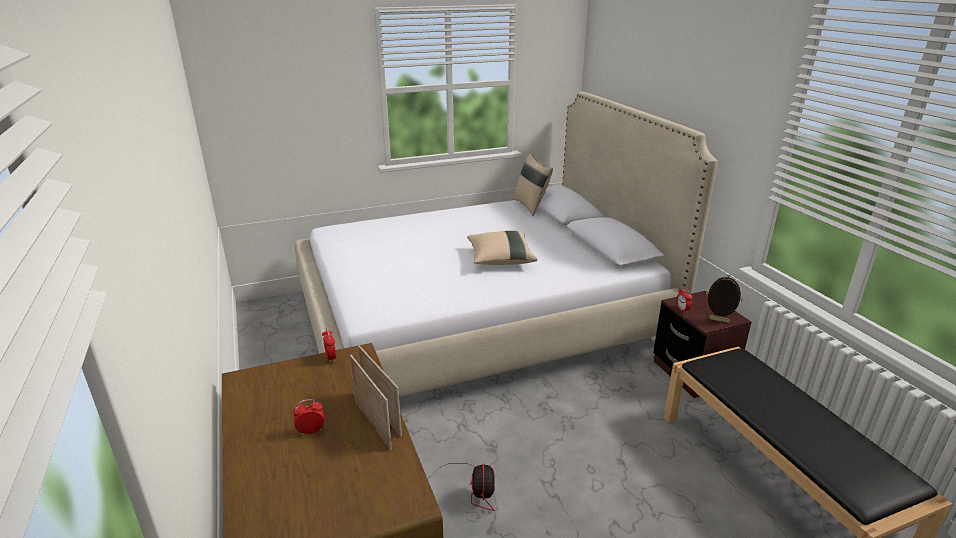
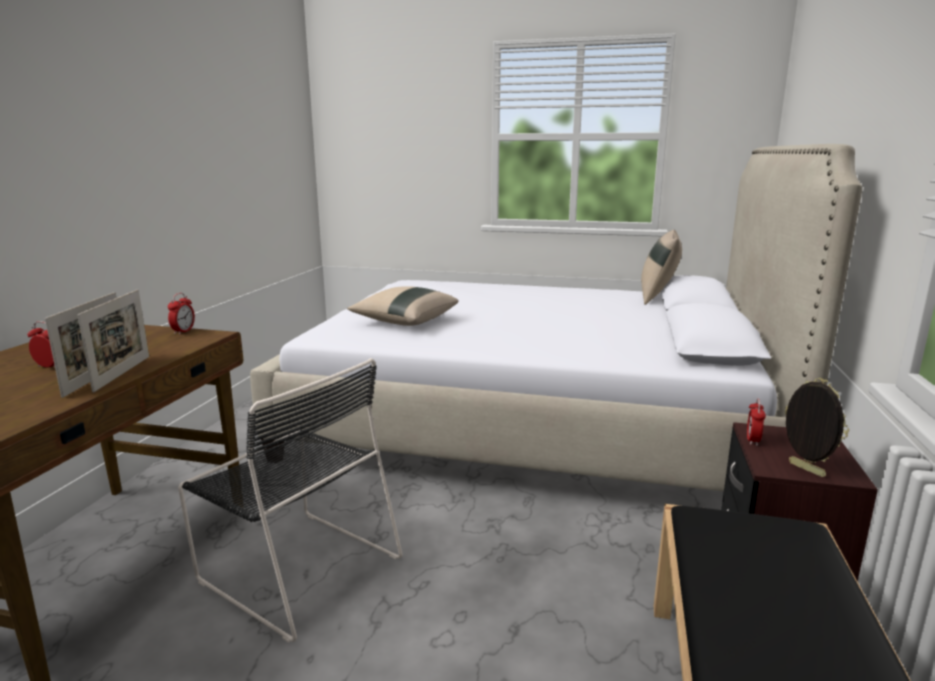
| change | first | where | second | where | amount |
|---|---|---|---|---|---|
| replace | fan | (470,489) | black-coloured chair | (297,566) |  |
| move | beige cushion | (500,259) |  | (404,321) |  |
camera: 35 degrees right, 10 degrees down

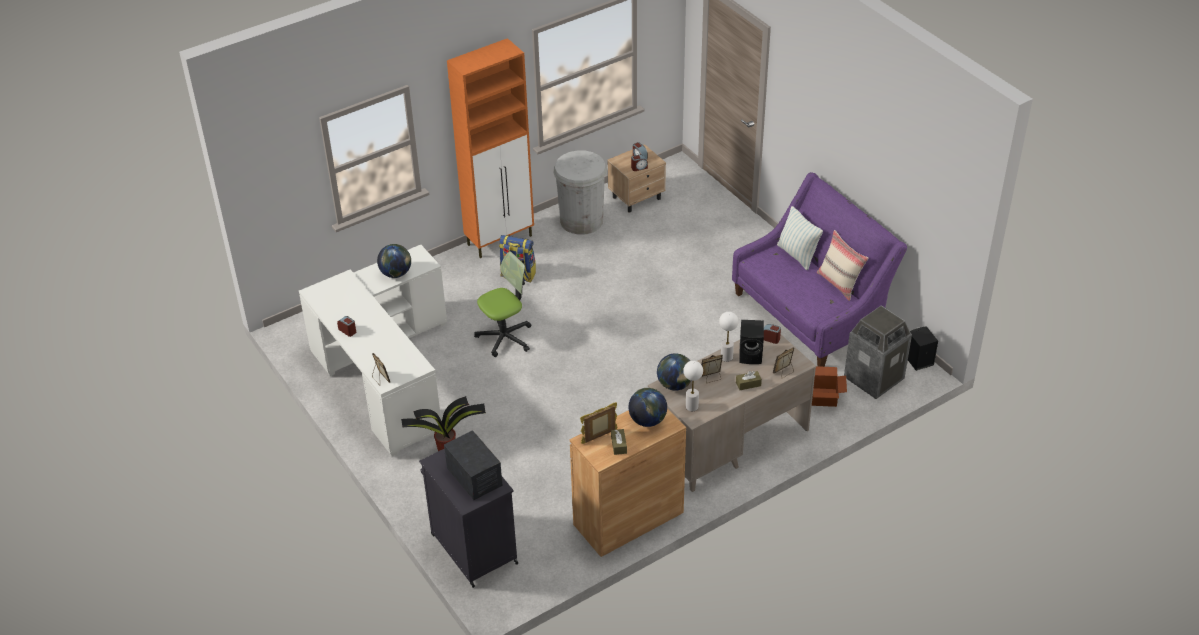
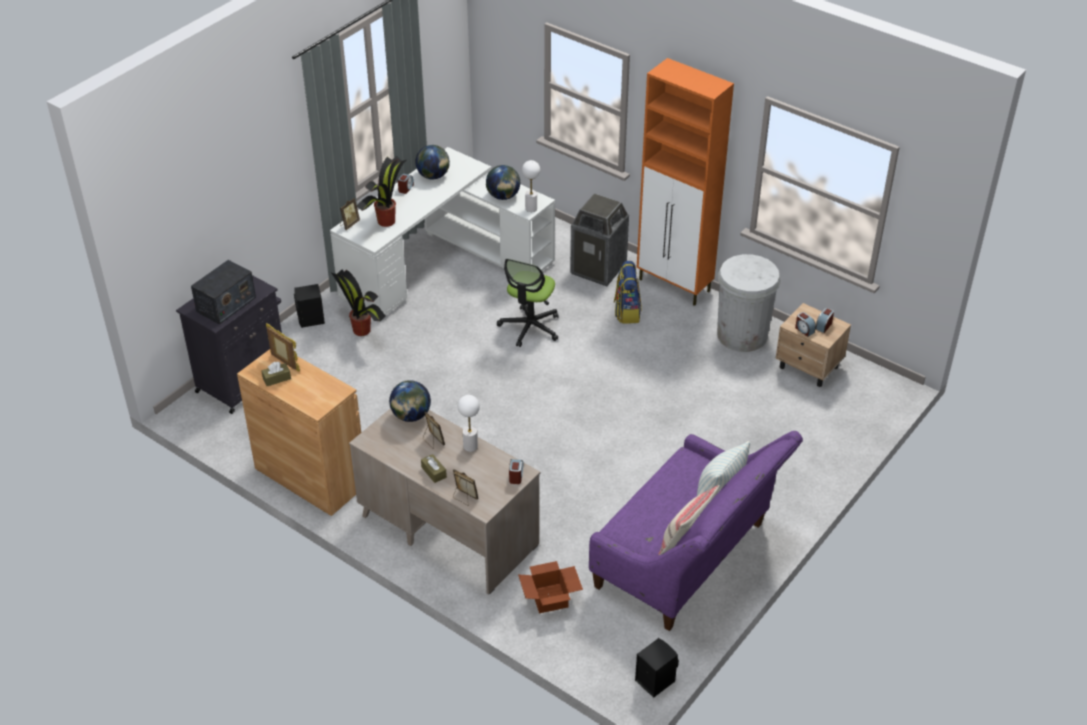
| change | first | where | second | where | amount |
|---|---|---|---|---|---|
| move | black-coloured loudspeaker | (751,355) |  | (311,320) |  |
| insert |  |  | plant in a pot | (385,222) |  |
| move | globe | (647,420) |  | (433,176) |  |
| rotate | office chair | (505,337) |  | (530,327) | 75 degrees clockwise |
| move | whitish lamp for a table | (691,406) |  | (531,208) |  |
| move | rubbish bin | (874,378) |  | (599,269) |  |
camera: 70 degrees right, 0 degrees up

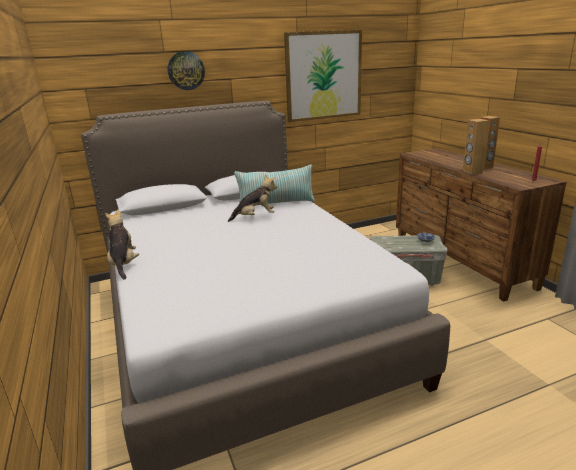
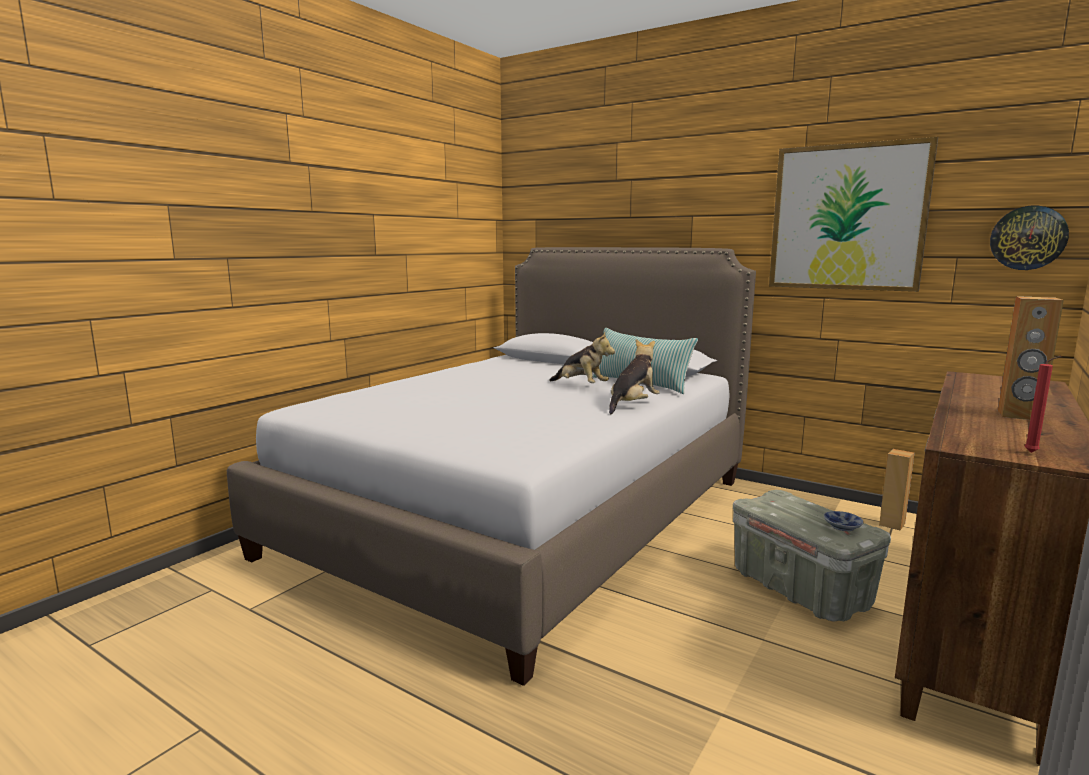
| change | first | where | second | where | amount |
|---|---|---|---|---|---|
| move | cuddly toy | (124,264) |  | (632,405) |  |
| move | brown loudspeaker | (472,172) |  | (891,524) |  |
| move | hanging clock | (186,70) |  | (1028,238) |  |
camera: 55 degrees right, 10 degrees down

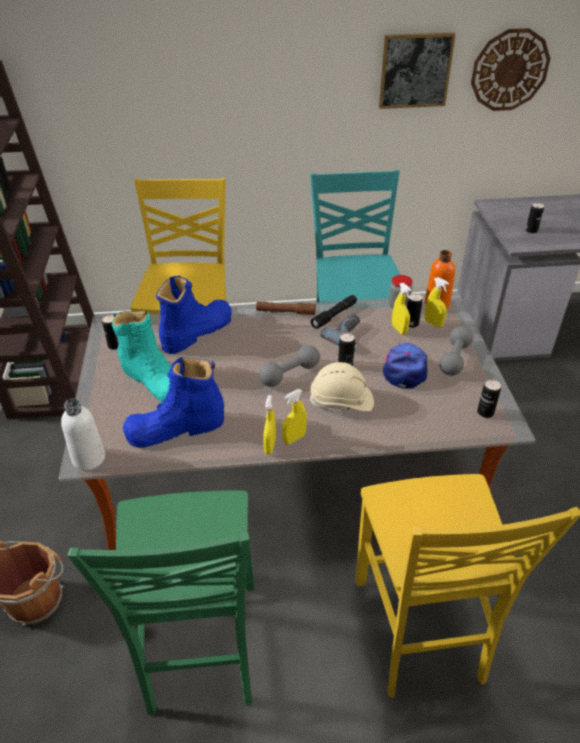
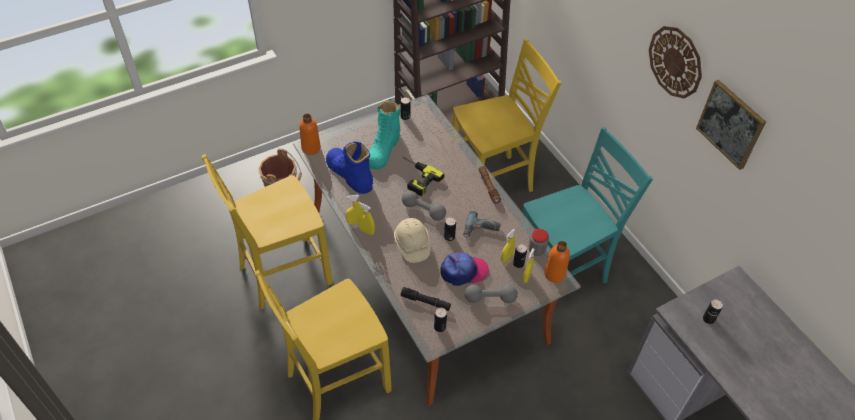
| change | first | where | second | where | amount |
|---|---|---|---|---|---|
| recolor | green-coloured chair | (200,648) | yellow chair | (282,274) |  |
| recolor | whitish beverage bottle | (89,458) | orange-coloured beverage bottle | (311,148) |  |
| move | black-coloured hand torch | (334,315) |  | (425,302) |  |
| insert |  |  | electric drill | (415,178) |  |
| move | hanging clock | (509,70) |  | (675,62) |  |
| delete | blue tall boot | (197,332) |  |  |  |
camera: 65 degrees right, 10 degrees up

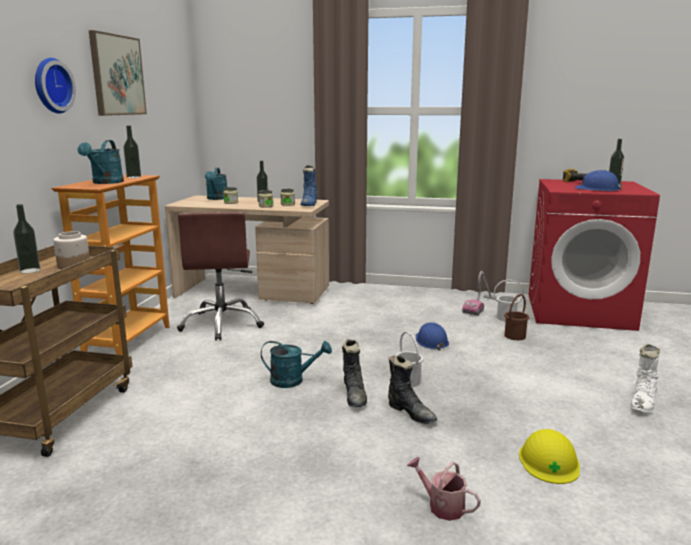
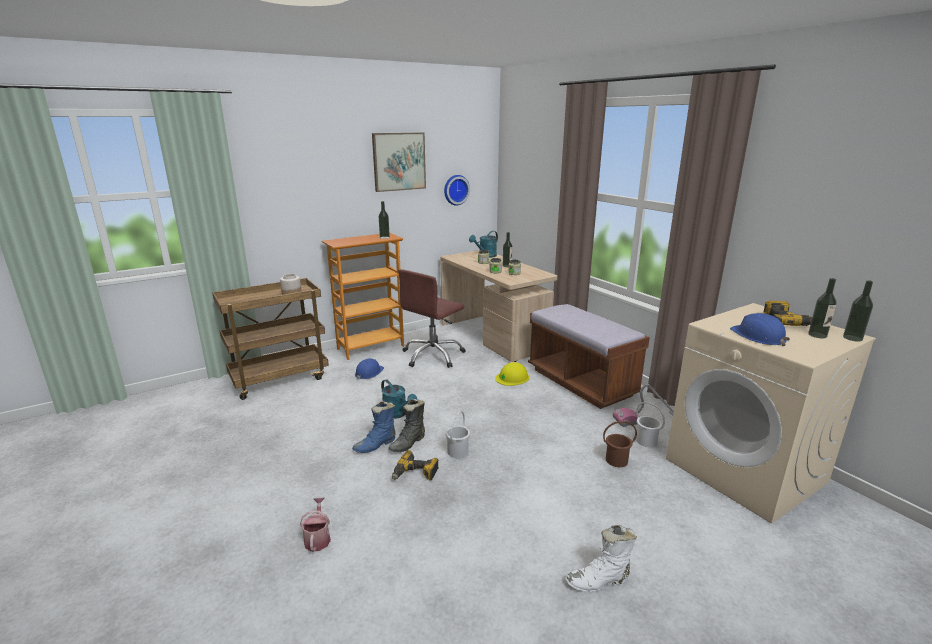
| change | first | where | second | where | amount |
|---|---|---|---|---|---|
| move | blue tall boot | (309,204) |  | (376,445) |  |
| move | blue safety helmet | (431,341) |  | (369,373) |  |
| replace | black-coloured tall boot | (411,413) | electric drill | (415,474) |  |
| move | hanging clock | (51,86) |  | (455,190) |  |
| move | yellow safety helmet | (549,461) |  | (512,377) |  |
| insert |  |  | brown bench | (581,382) |  |
| recolor | red laundry appliance | (579,311) | beige laundry appliance | (746,470) |  |
| move | beverage bottle | (30,270) |  | (852,338) |  |
| delete | turquoise-coloured sprinkling can | (105,182) |  |  |  |
camera: 45 degrees right, 5 degrees up

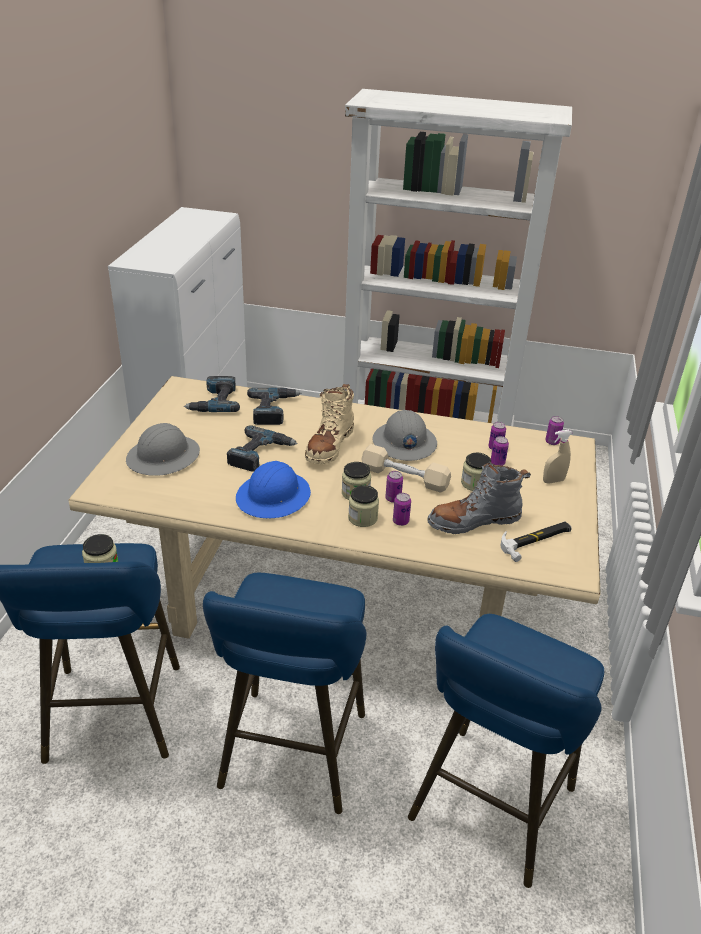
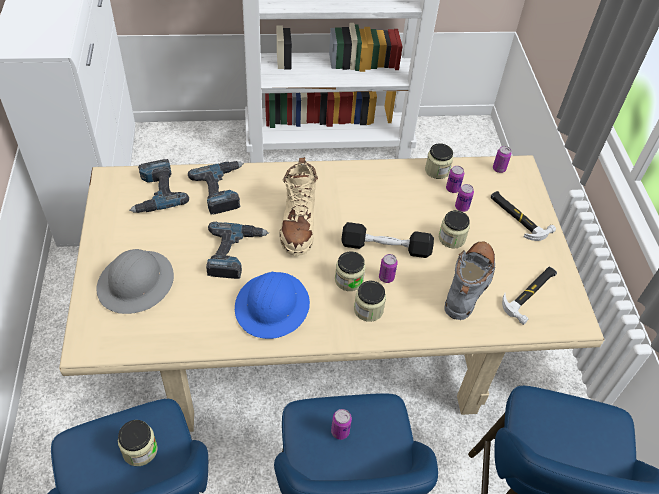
| change | first | where | second | where | amount |
|---|---|---|---|---|---|
| move | can | (400,521) |  | (340,431) |  |
| recolor | beige hand weight | (404,477) | black-coloured hand weight | (385,247) |  |
| insert |  |  | storage jar | (437,170) |  |
| rotate | grey tall boot | (474,521) |  | (469,285) | 150 degrees clockwise |
| replace | beige spray bottle | (553,481) | hand hammer | (518,217) |  |
| delete | grey safety helmet | (404,443) |  |  |  |
camera: 20 degrees left, 15 degrees up

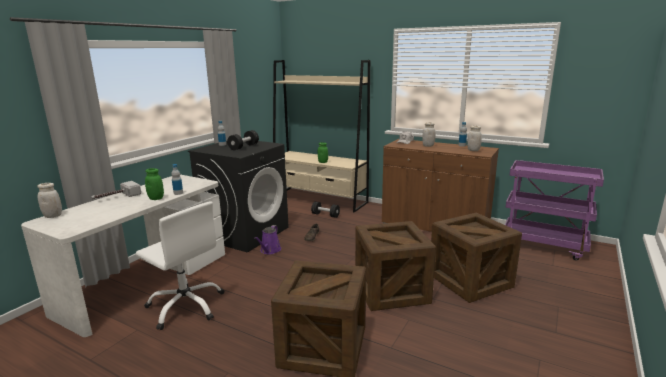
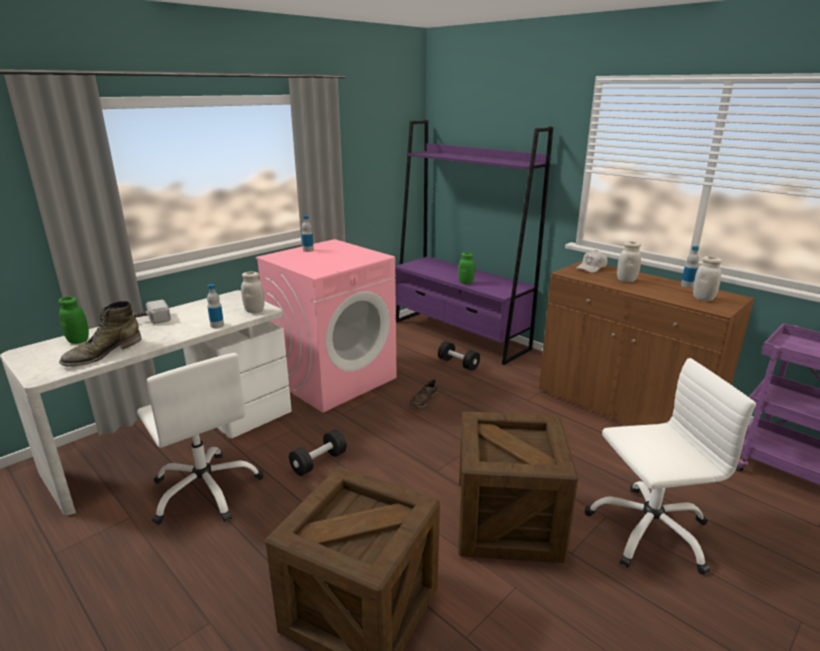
| change | first | where | second | where | amount |
|---|---|---|---|---|---|
| move | green-coloured storage jar | (156,198) |  | (78,341) |  |
| insert |  |  | green-coloured tall boot | (102,353) |  |
| move | whitish storage jar | (53,216) |  | (254,311) |  |
| recolor | black-coloured laundry appliance | (245,233) | pink-coloured laundry appliance | (334,378) |  |
| move | black-coloured hand weight | (244,147) |  | (319,462) |  |
| recolor | beige bookshelf | (319,199) | purple-coloured bookshelf | (460,335) |  |
| replace | packing crate | (470,281) | whitish office chair | (649,530) |  |
| delete | purple-coloured sprinkling can | (269,250) |  |  |  |
camera: 15 degrees right, 5 degrees up

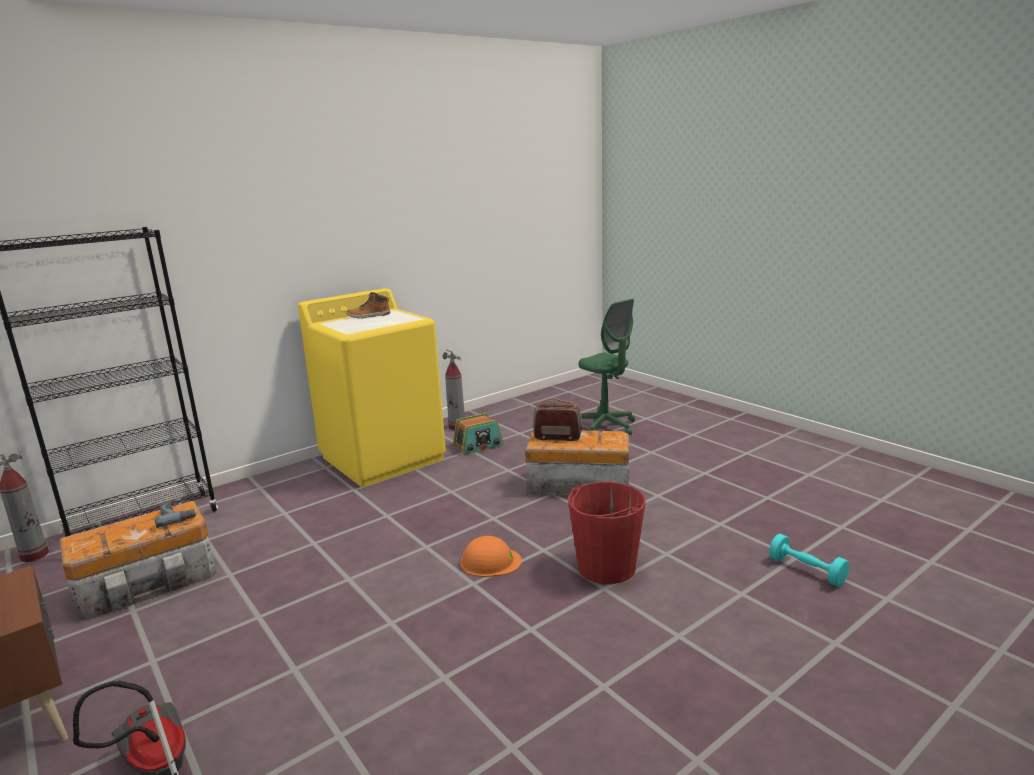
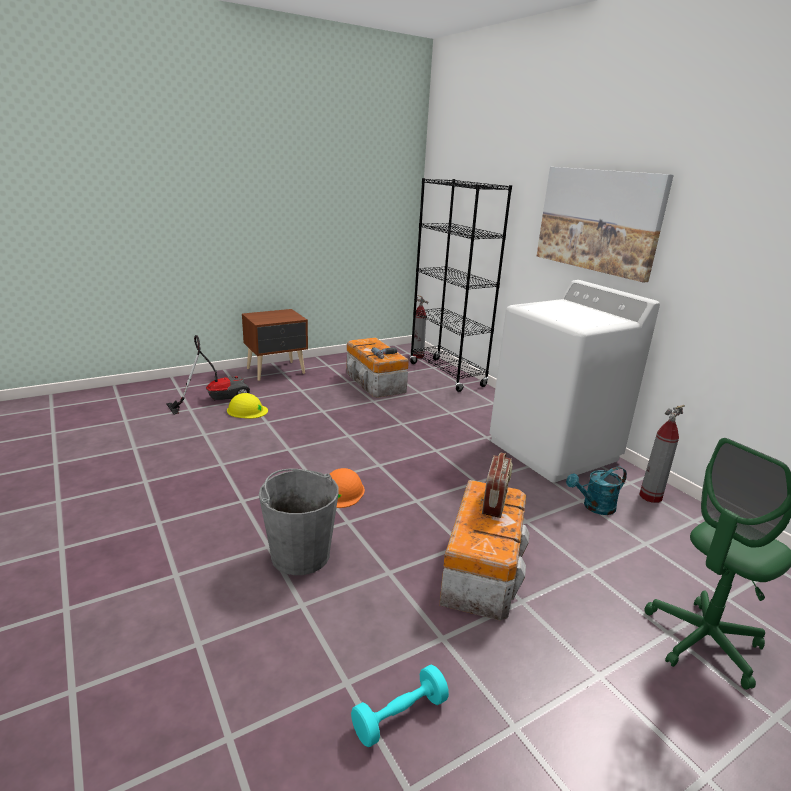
| change | first | where | second | where | amount |
|---|---|---|---|---|---|
| insert |  |  | yellow safety helmet | (247,410) |  |
| recolor | red pail | (606,567) | grey pail | (300,554) |  |
| move | turquoise-coloured hand weight | (806,571) |  | (399,716) |  |
| recolor | yellow laundry appliance | (383,458) | whitish laundry appliance | (553,450) |  |
| insert |  |  | wall art | (598,220) |  |
| replace | radio | (478,446) | turquoise-coloured sprinkling can | (594,507) |  |
| delete | tall boot | (368,316) |  |  |  |
camera: 95 degrees right, 5 degrees up

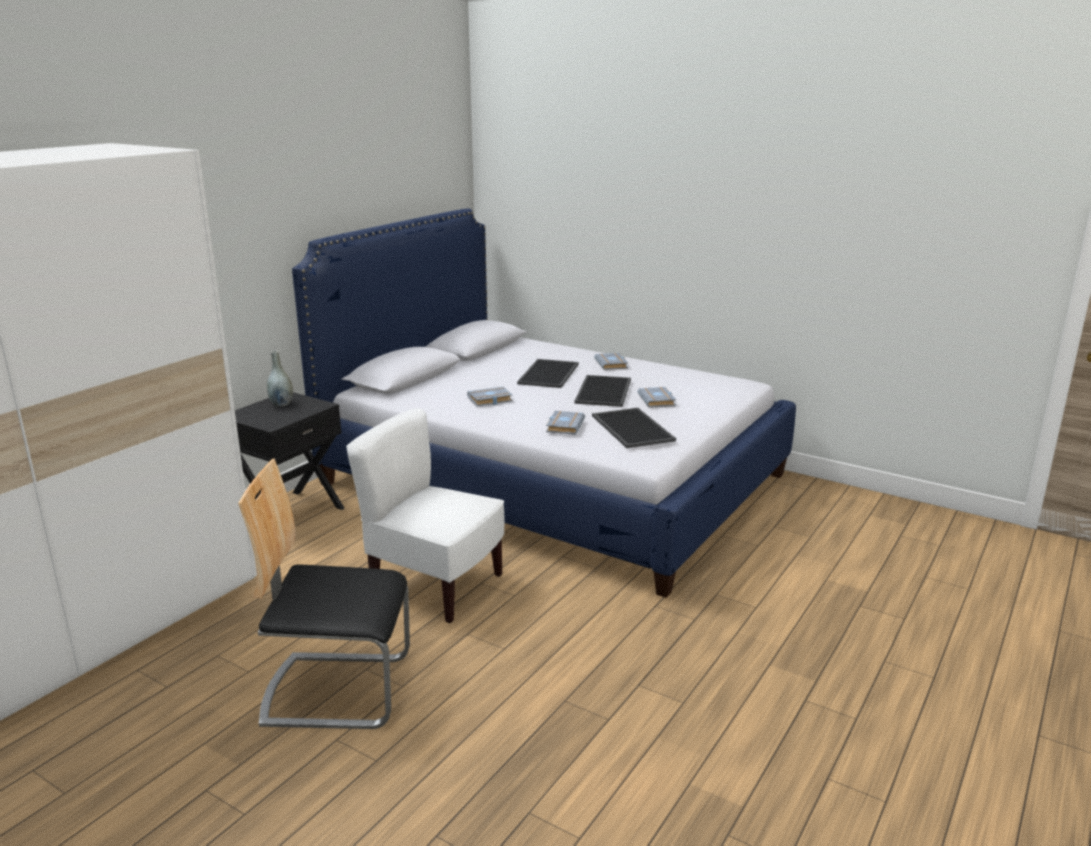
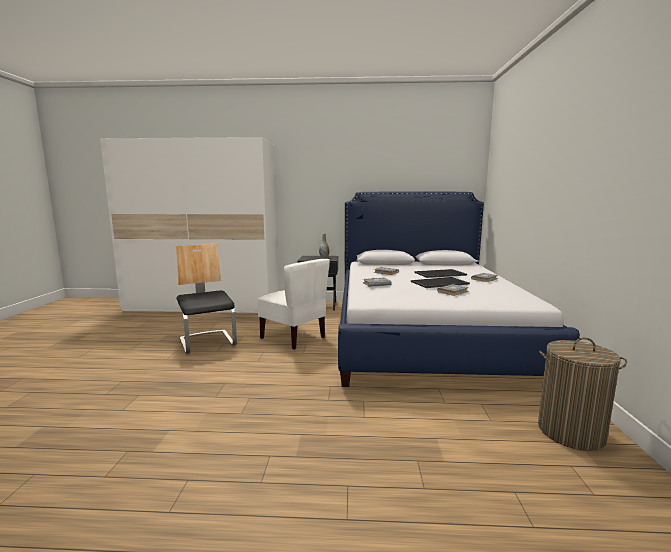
| change | first | where | second | where | amount |
|---|---|---|---|---|---|
| rotate | whitish chair | (435,586) |  | (293,338) | 135 degrees clockwise |
| insert |  |  | washing basket | (570,432) |  |
| delete | serving tray | (630,428) |  |  |  |
camera: 60 degrees right, 10 degrees down

